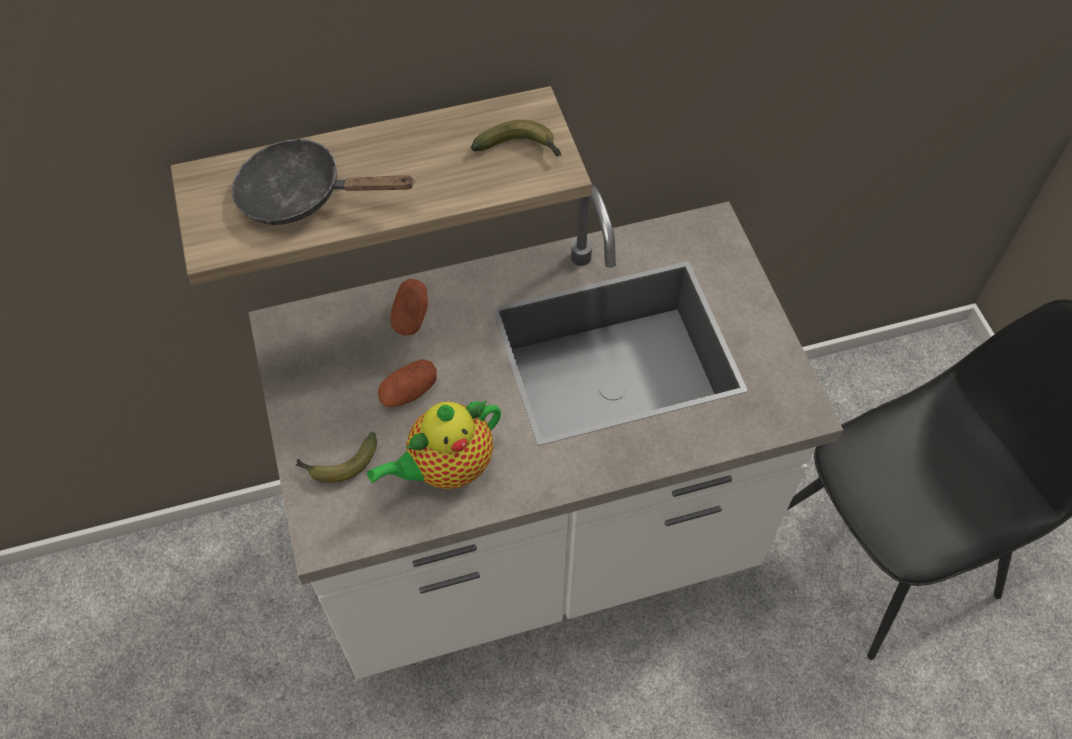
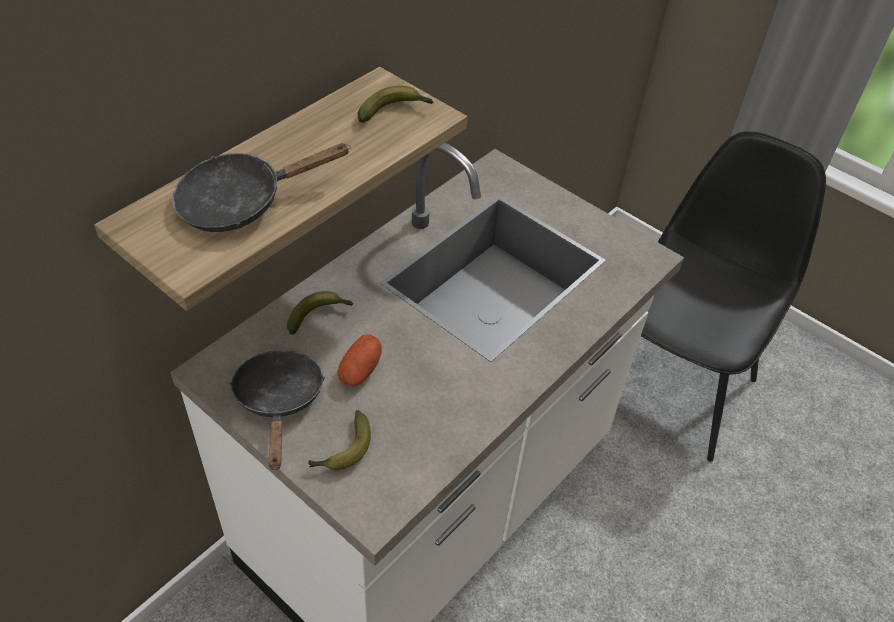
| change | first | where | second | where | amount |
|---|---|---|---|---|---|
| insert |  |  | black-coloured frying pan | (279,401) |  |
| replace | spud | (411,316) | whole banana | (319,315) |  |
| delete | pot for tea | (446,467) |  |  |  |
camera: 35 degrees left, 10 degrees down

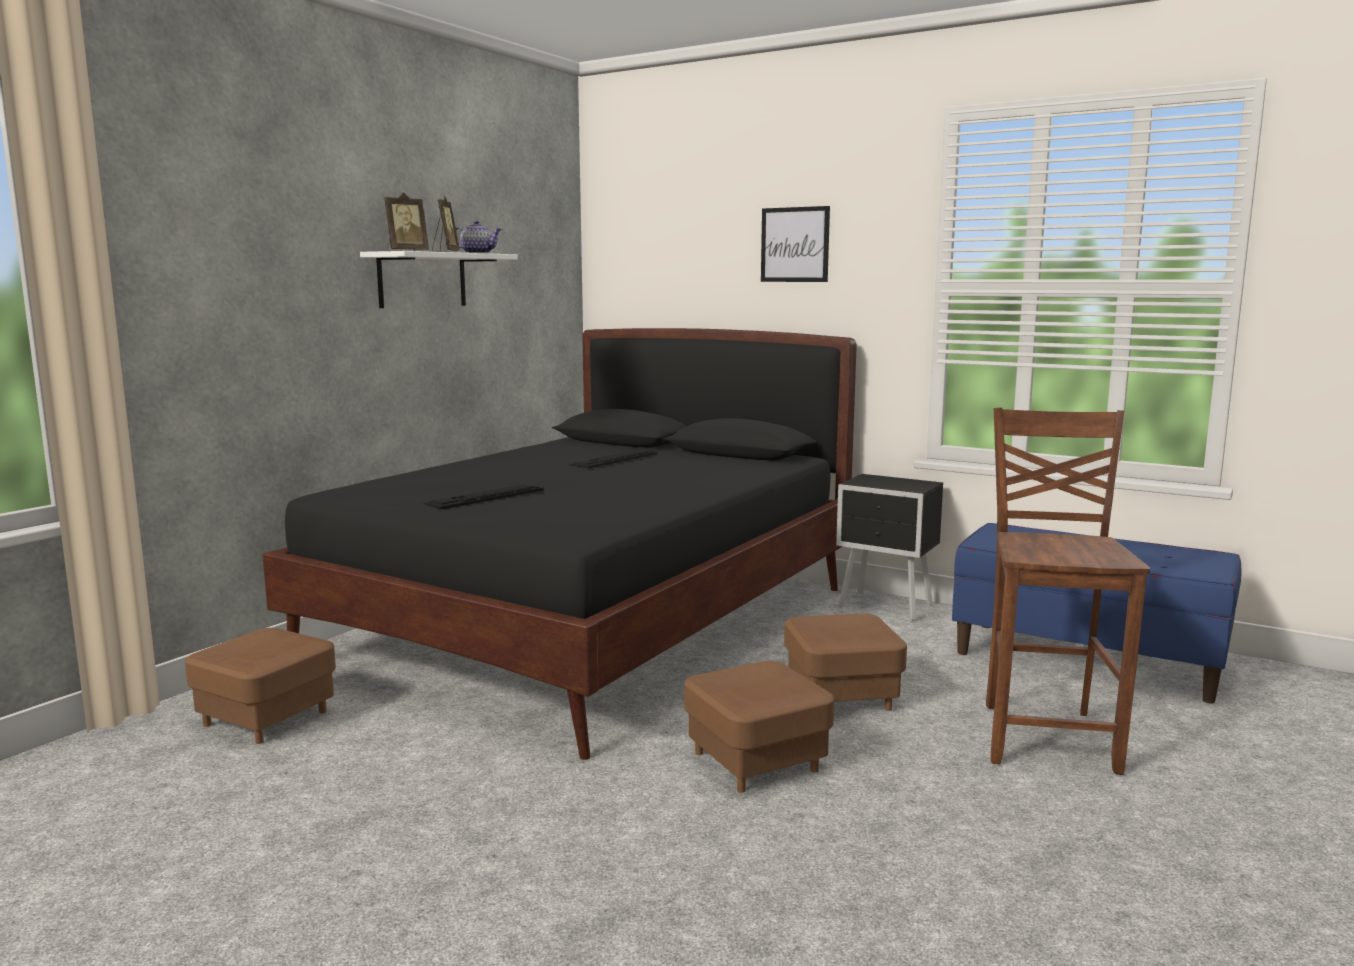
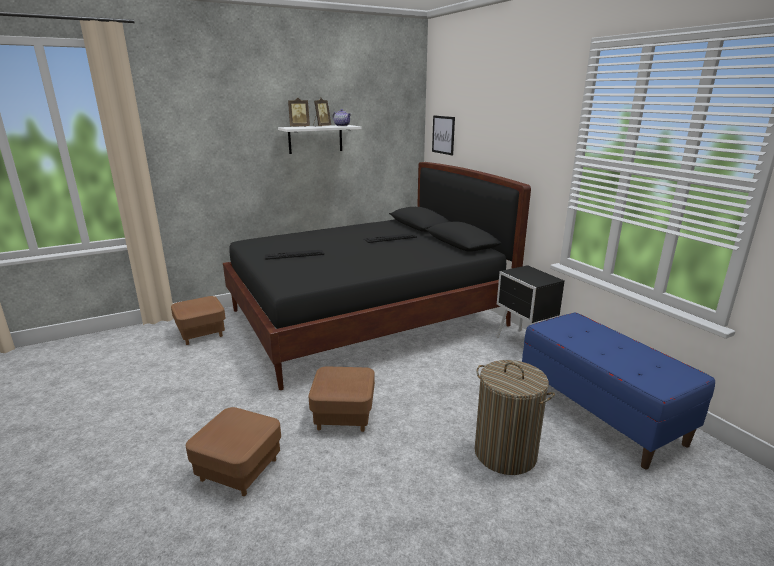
| change | first | where | second | where | amount |
|---|---|---|---|---|---|
| move | brown ottoman | (841,696) |  | (239,470) |  |
| move | wall art | (795,244) |  | (443,135) |  |
| replace | brown chair | (1046,736) | washing basket | (505,453) |  |
camera: 30 degrees right, 10 degrees up

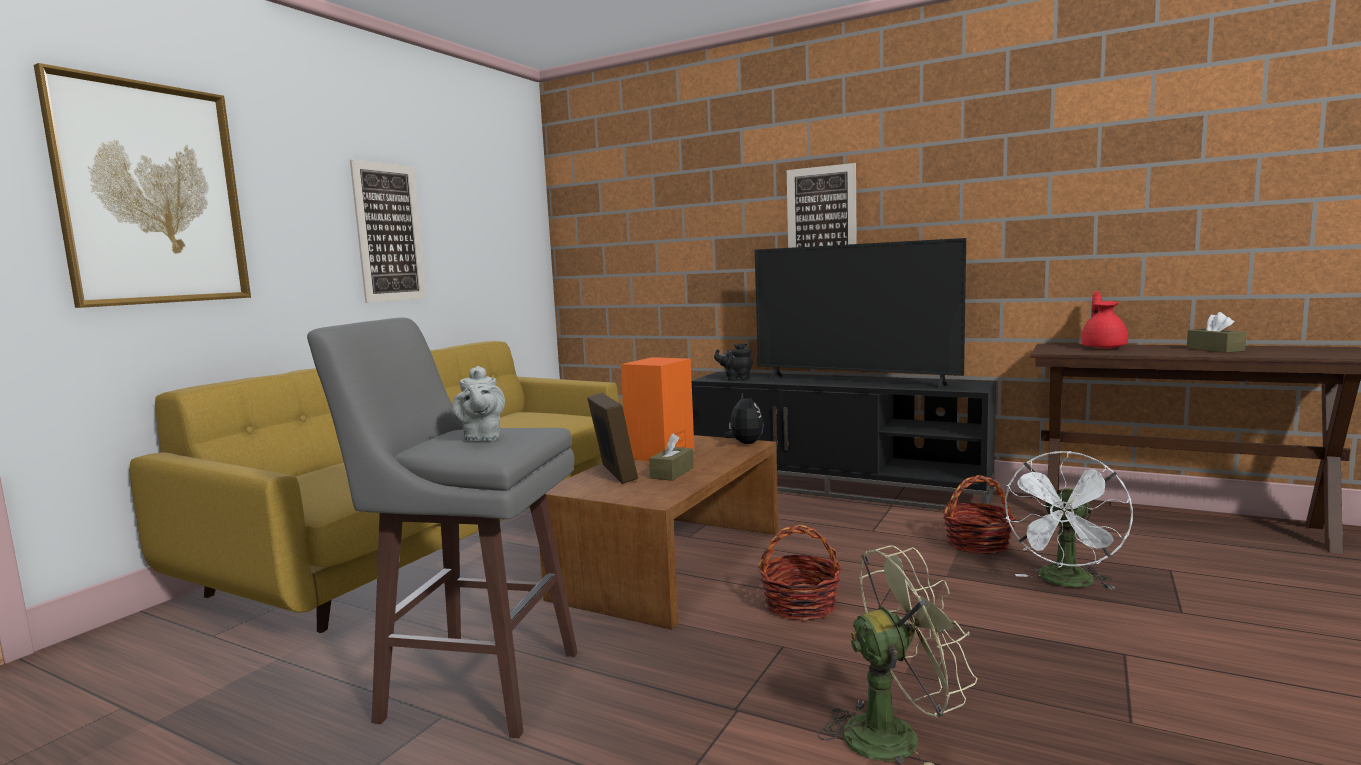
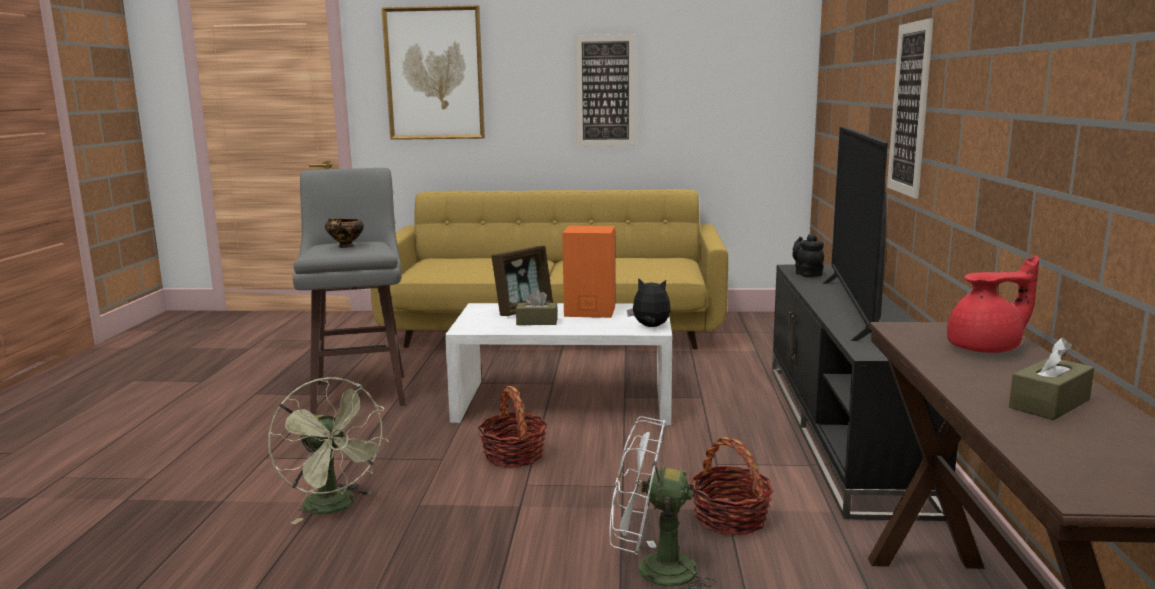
| change | first | where | second | where | amount |
|---|---|---|---|---|---|
| replace | grey pot for tea | (482,438) | bowl | (346,247) |  |
| recolor | brown coffee table | (671,562) | whitish coffee table | (564,401) |  |
| rotate | cuddly toy | (744,443) |  | (650,327) | 120 degrees counterclockwise |
camera: 65 degrees right, 5 degrees up

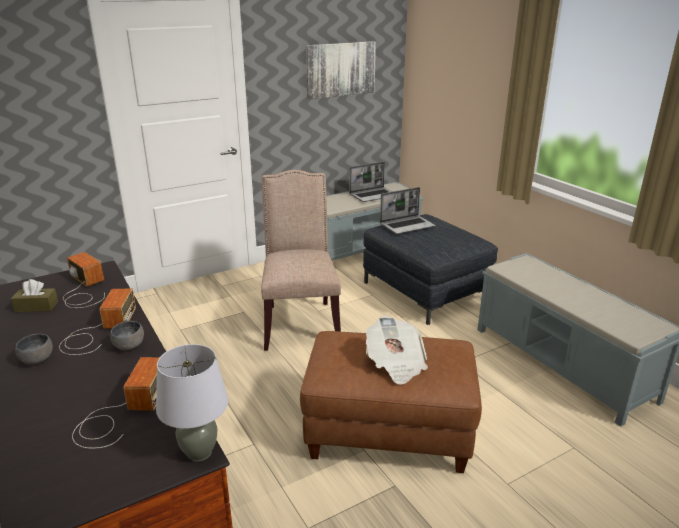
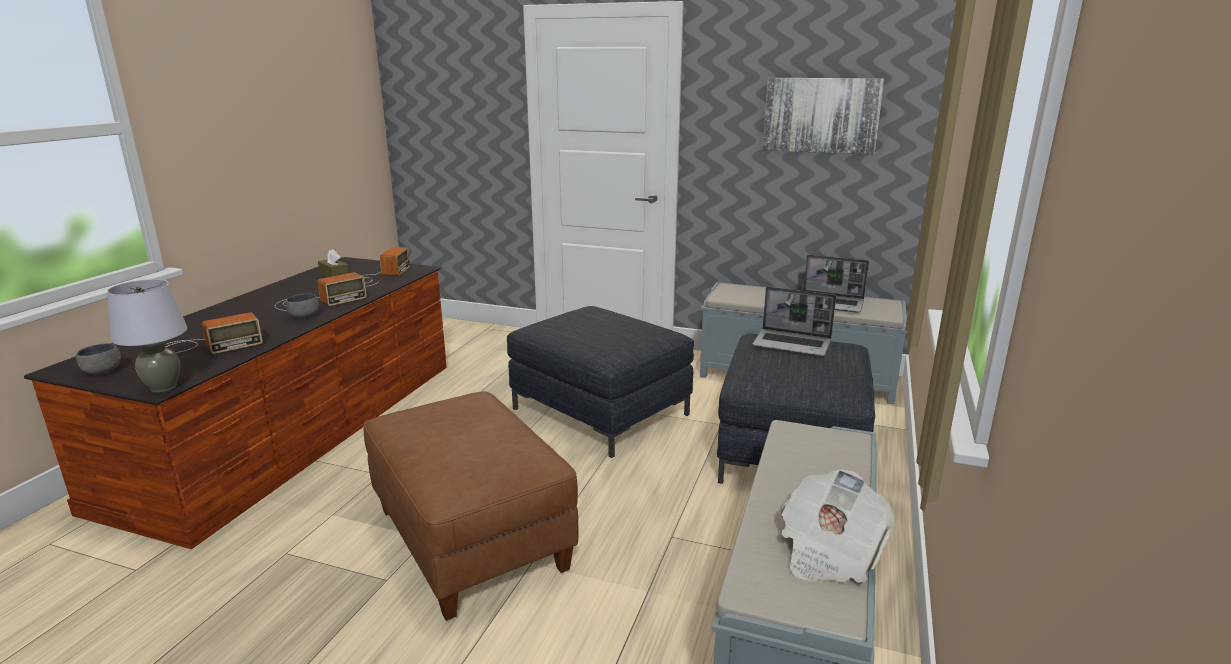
| change | first | where | second | where | amount |
|---|---|---|---|---|---|
| move | grey bowl | (36,361) |  | (101,372) |  |
| replace | beige chair | (300,322) | grey ottoman | (601,411) |  |
| move | printed paper | (395,364) |  | (829,552) |  |
camera: 50 degrees right, 5 degrees down

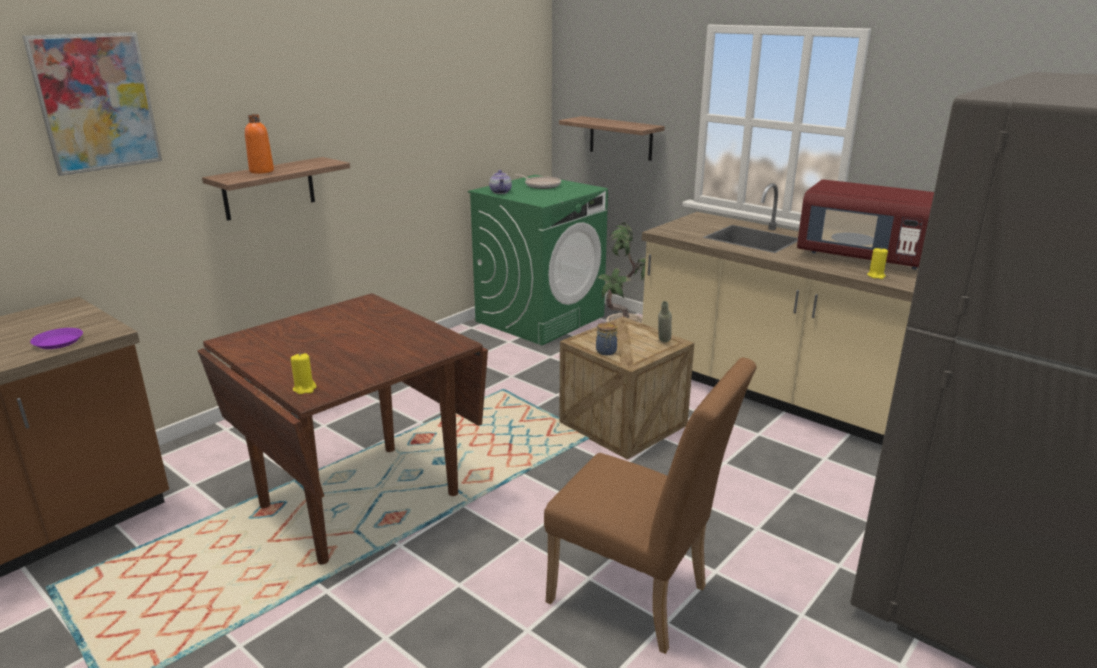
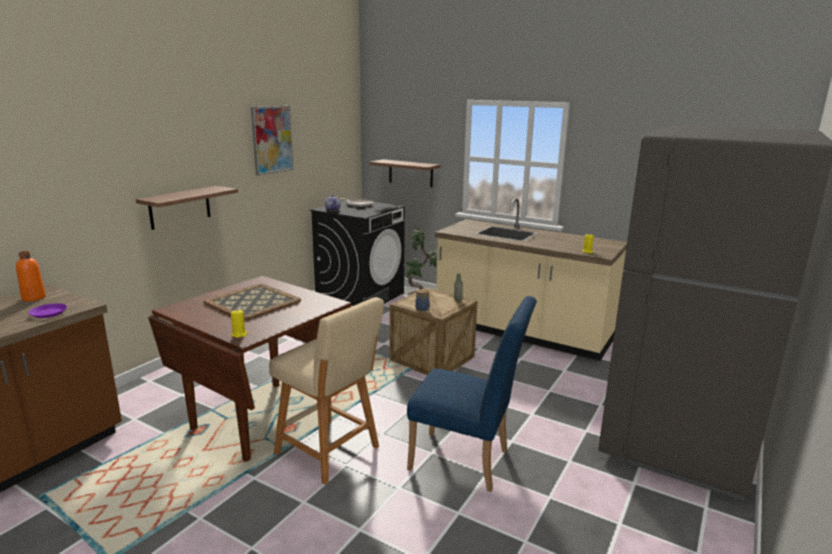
| change | first | where | second | where | amount |
|---|---|---|---|---|---|
| move | orange-coloured beverage bottle | (261,171) |  | (34,298) |  |
| insert |  |  | serving tray | (254,302) |  |
| move | wall art | (96,102) |  | (272,139) |  |
| insert |  |  | beige stool | (330,452) |  |
| recolor | green-coloured laundry appliance | (540,318) | black-coloured laundry appliance | (360,296) |  |
| recolor | brown chair | (638,599) | blue chair | (466,462) |  |
| delete | red kitchen microwave | (862,257) |  |  |  |
camera: 10 degrees left, 5 degrees down

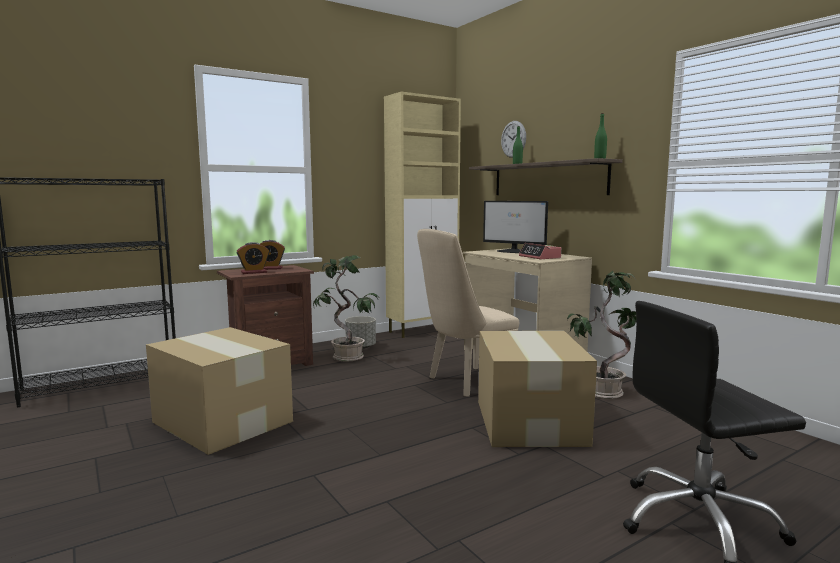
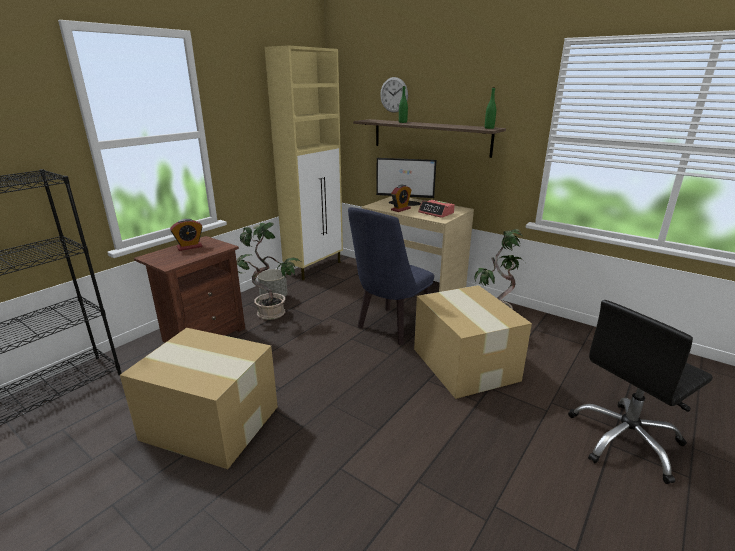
| change | first | where | second | where | amount |
|---|---|---|---|---|---|
| recolor | beige chair | (464,382) | blue chair | (389,328) |  |
| move | alarm clock | (254,272) |  | (400,209) |  |
camera: 20 degrees left, 15 degrees up

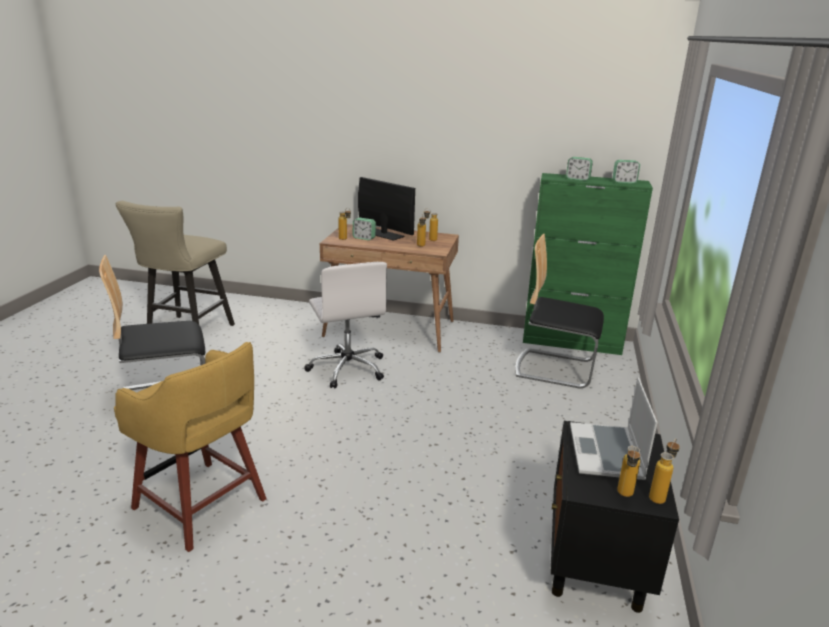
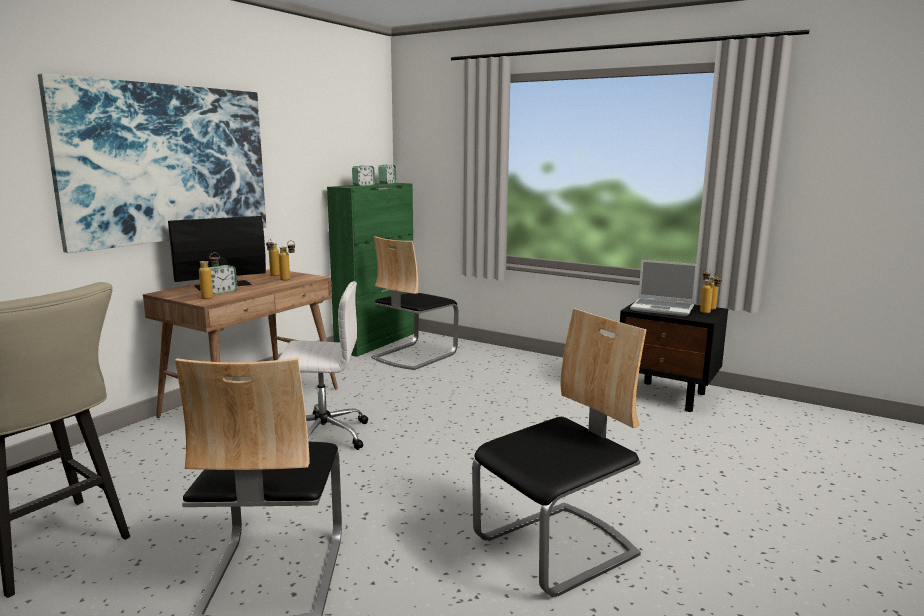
| change | first | where | second | where | amount |
|---|---|---|---|---|---|
| insert |  |  | wall art | (168,163) |  |
| replace | yellow stool | (202,506) | chair | (557,548) |  |
camera: 70 degrees left, 10 degrees down

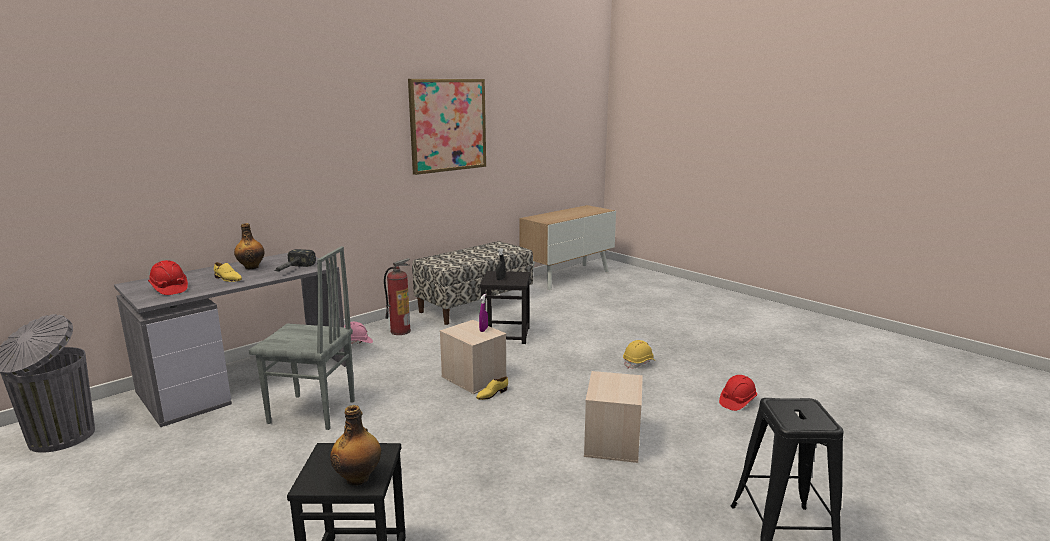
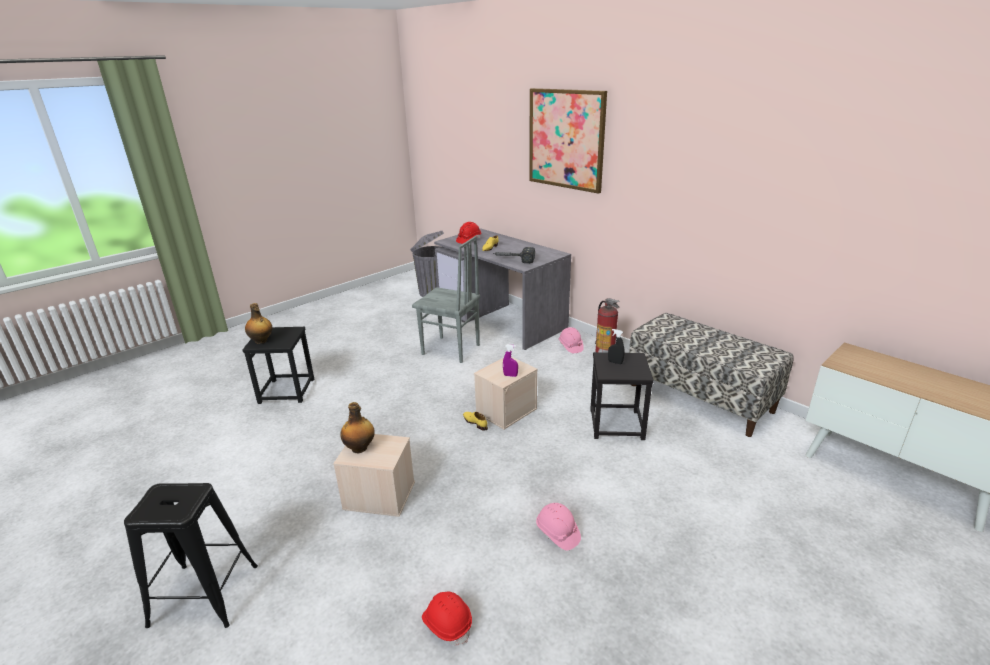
| change | first | where | second | where | amount |
|---|---|---|---|---|---|
| move | beverage bottle | (251,267) |  | (360,448) |  |
| rotate | grey chair | (312,413) |  | (451,350) | 75 degrees counterclockwise |
| move | wall art | (448,125) |  | (566,139) |  |
| recolor | yellow safety helmet | (639,363) | pink-coloured safety helmet | (557,533) |  |
camera: 90 degrees right, 10 degrees up

